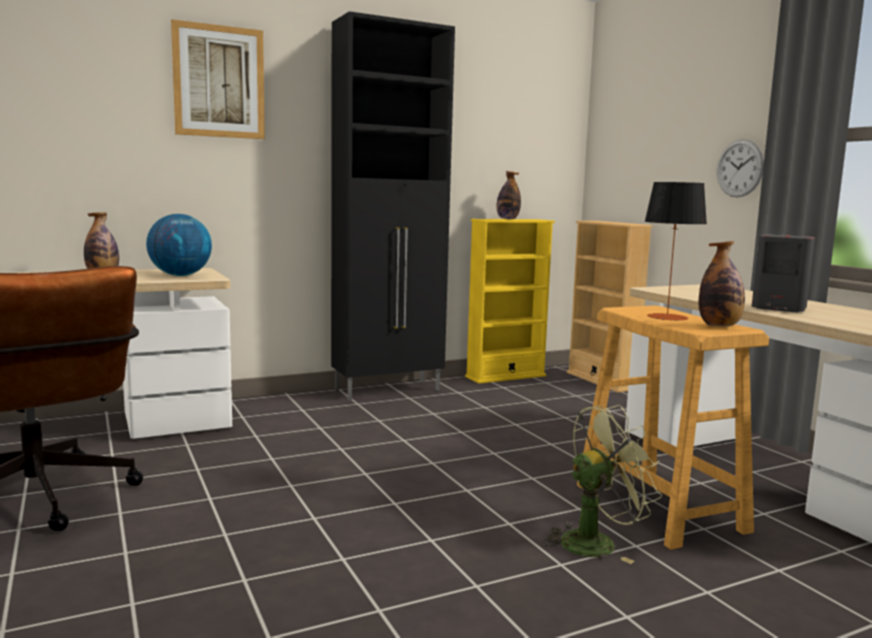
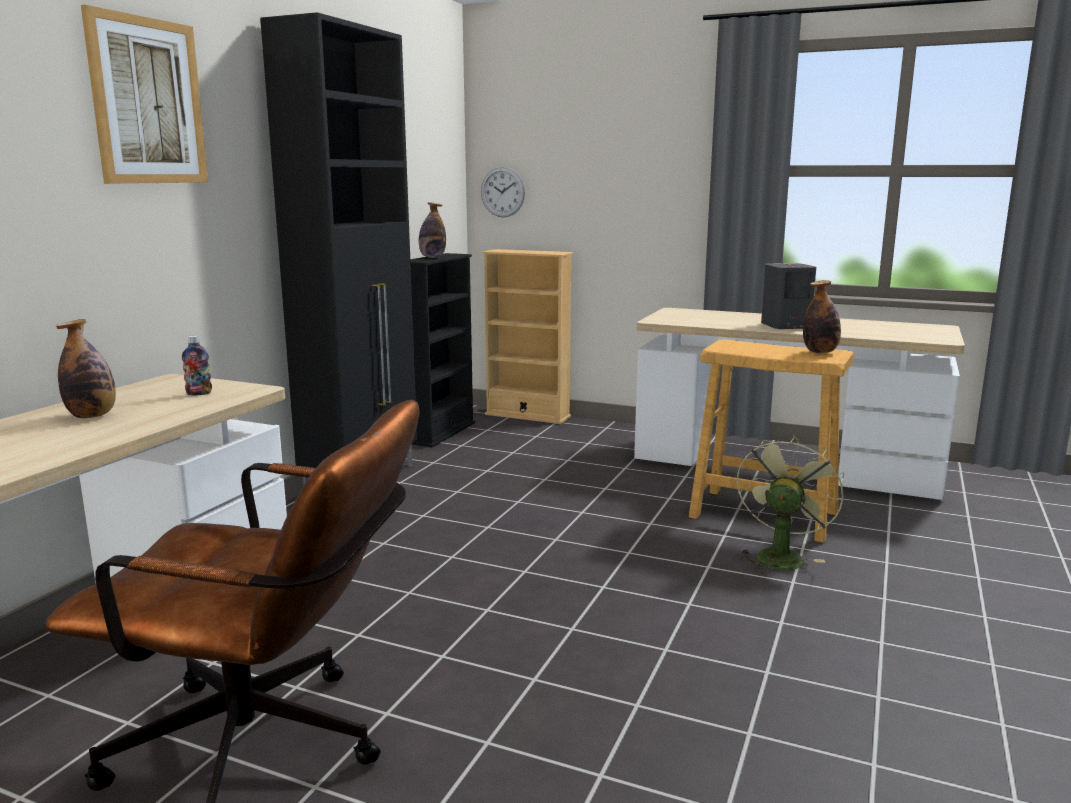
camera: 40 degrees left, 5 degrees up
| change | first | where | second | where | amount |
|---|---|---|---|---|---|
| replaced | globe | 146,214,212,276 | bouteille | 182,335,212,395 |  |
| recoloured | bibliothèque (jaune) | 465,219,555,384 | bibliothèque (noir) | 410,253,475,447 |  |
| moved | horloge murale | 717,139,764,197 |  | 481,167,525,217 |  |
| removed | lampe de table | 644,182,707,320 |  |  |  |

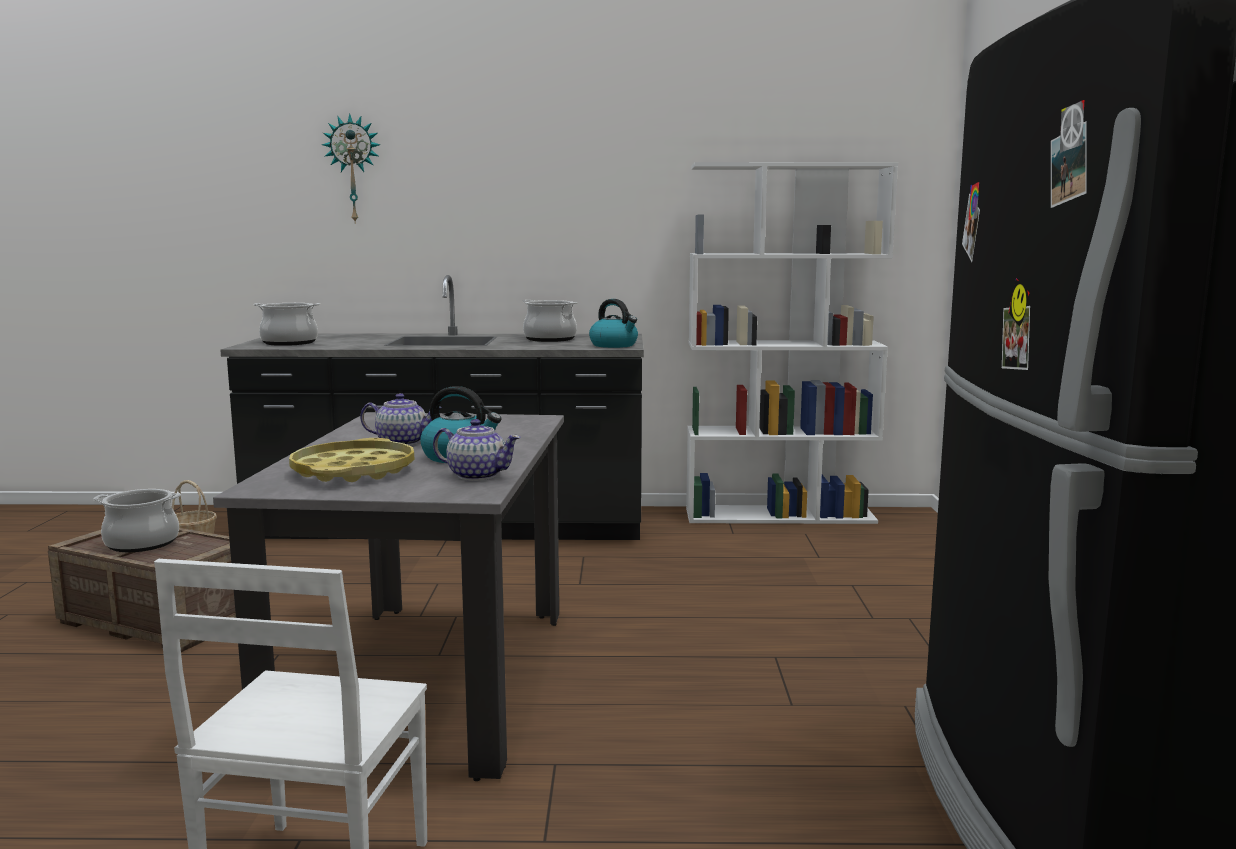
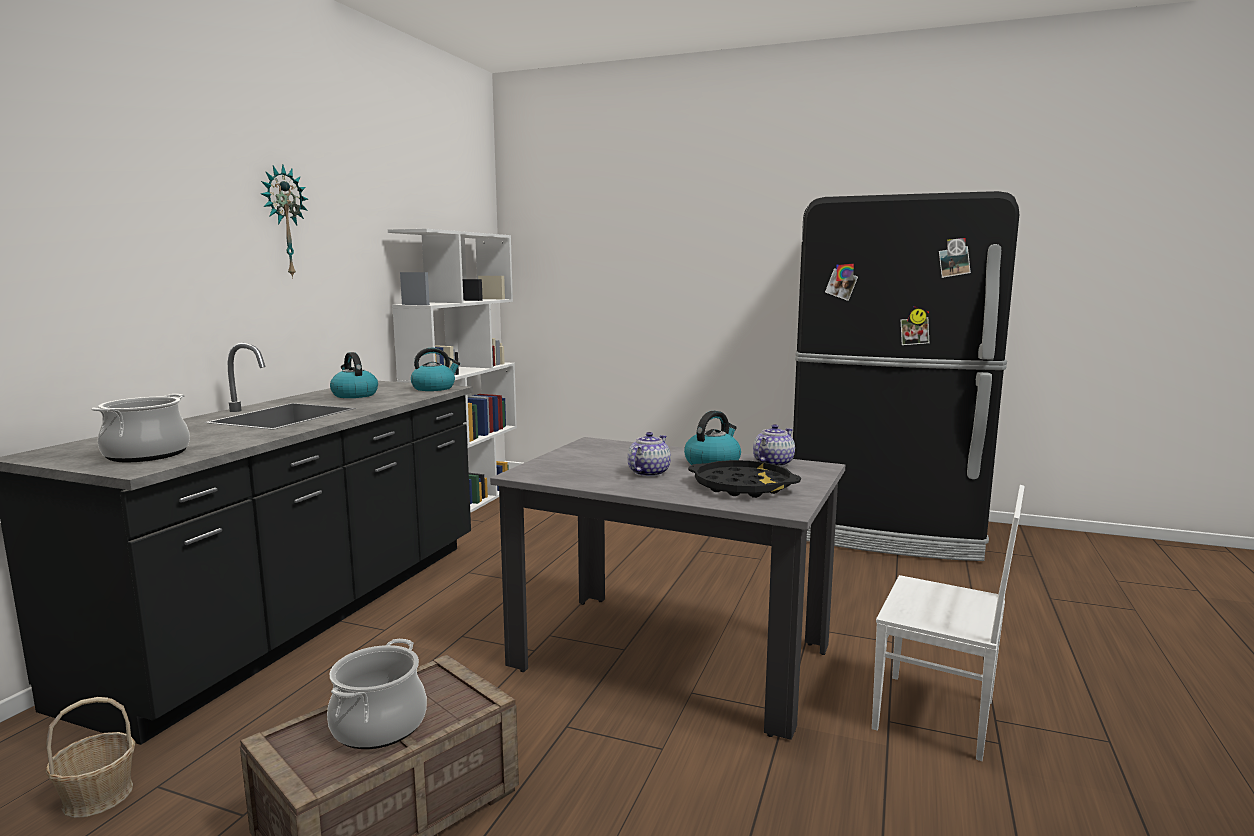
camera: 70 degrees left, 0 degrees up
| change | first | where | second | where | amount |
|---|---|---|---|---|---|
| moved | horloge murale | 322,113,381,224 |  | 261,164,308,278 |  |
| replaced | marmite | 522,300,578,342 | bouilloire | 330,352,378,398 |  |
| recoloured | plateau (jaune) | 289,438,414,482 | plateau (noir) | 688,460,801,498 |  |

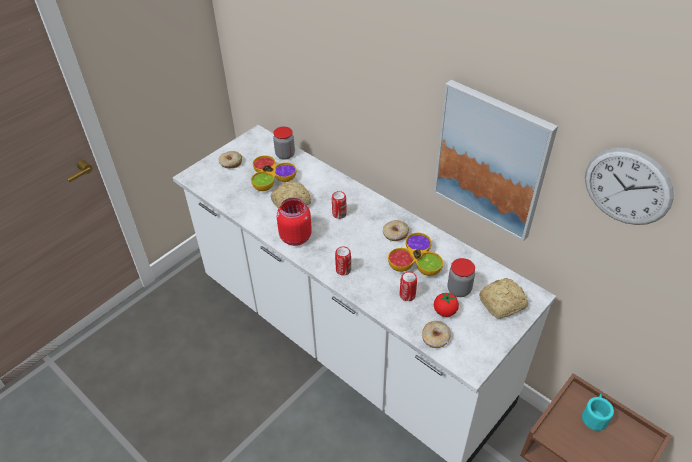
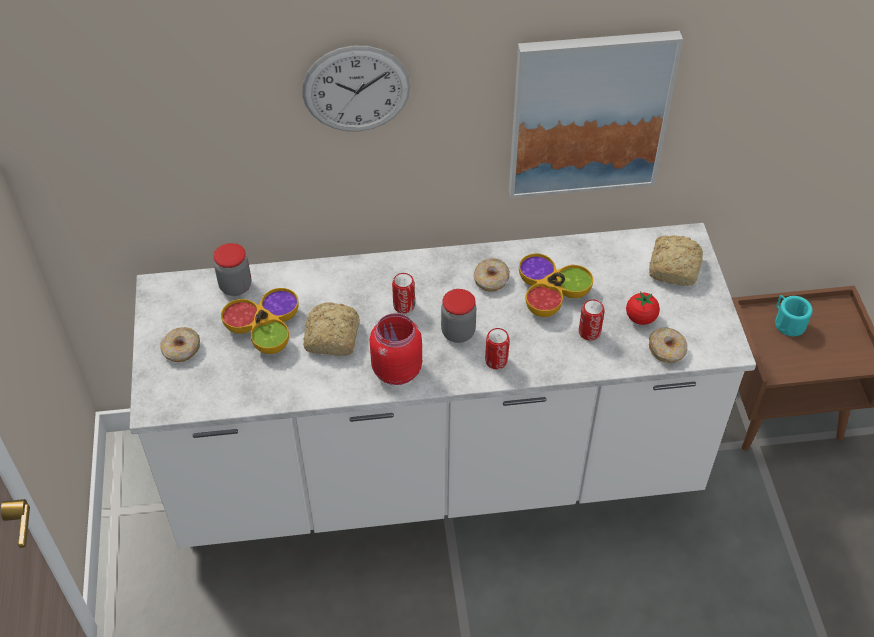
camera: 50 degrees left, 5 degrees up
| change | first | where | second | where | amount |
|---|---|---|---|---|---|
| moved | horloge murale | 585,148,674,225 |  | 302,45,410,131 |  |
| moved | bocal | 447,258,475,297 |  | 441,289,476,343 |  |

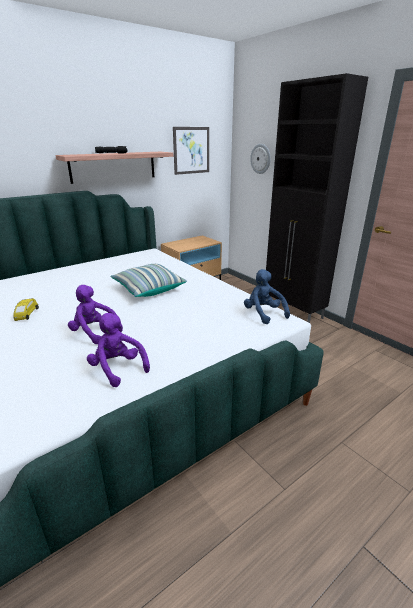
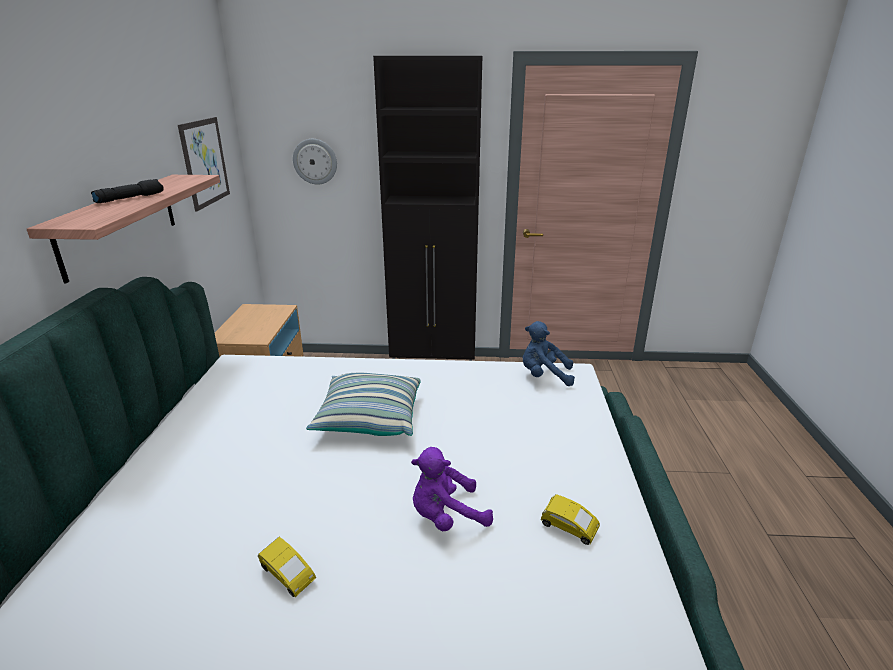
camera: 50 degrees left, 0 degrees up
| change | first | where | second | where | amount |
|---|---|---|---|---|---|
| replaced | peluche (violet) | 87,313,150,387 | petite voiture (jaune) | 541,494,600,545 |  |

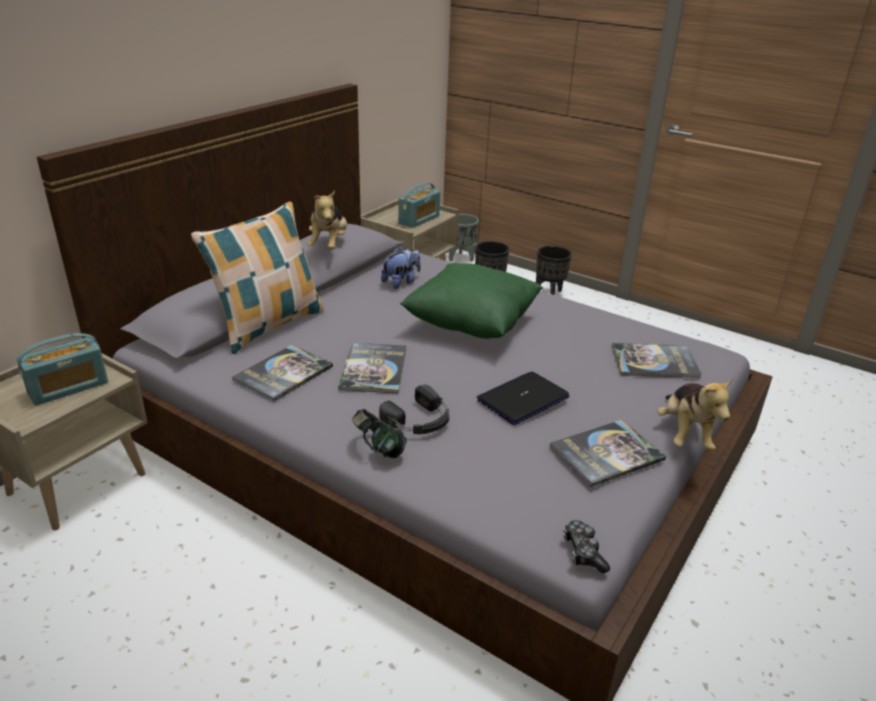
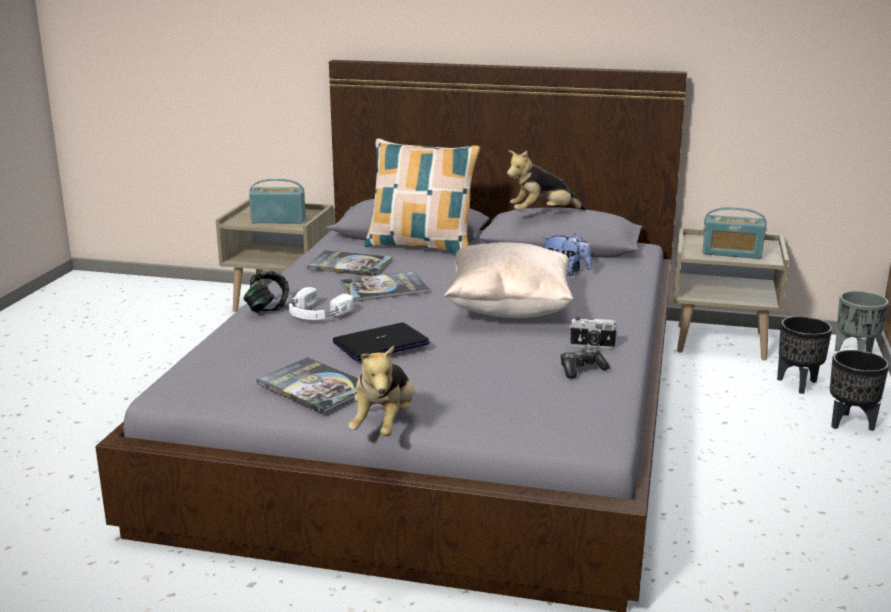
camera: 70 degrees right, 10 degrees down
| change | first | where | second | where | amount |
|---|---|---|---|---|---|
| turned | radio | 17,333,108,405 |  | 249,179,306,223 | 150 degrees clockwise |
| recoloured | casque audio (noir) | 379,385,449,434 | casque audio (blanc) | 289,287,353,320 |  |
| turned | ordinateur portable | 477,372,570,425 |  | 333,323,430,361 | 60 degrees counterclockwise |
| turned | peluche | 657,378,733,451 |  | 348,345,415,436 | 60 degrees counterclockwise |
| recoloured | coussin (vert) | 400,263,543,339 | coussin (beige) | 443,242,574,318 |  |
| moved | manette | 563,520,610,573 |  | 561,347,610,379 |  |
| added |  |  | appareil photo | 569,317,618,349 |  |
| removed | livre | 612,343,702,378 |  |  |  |

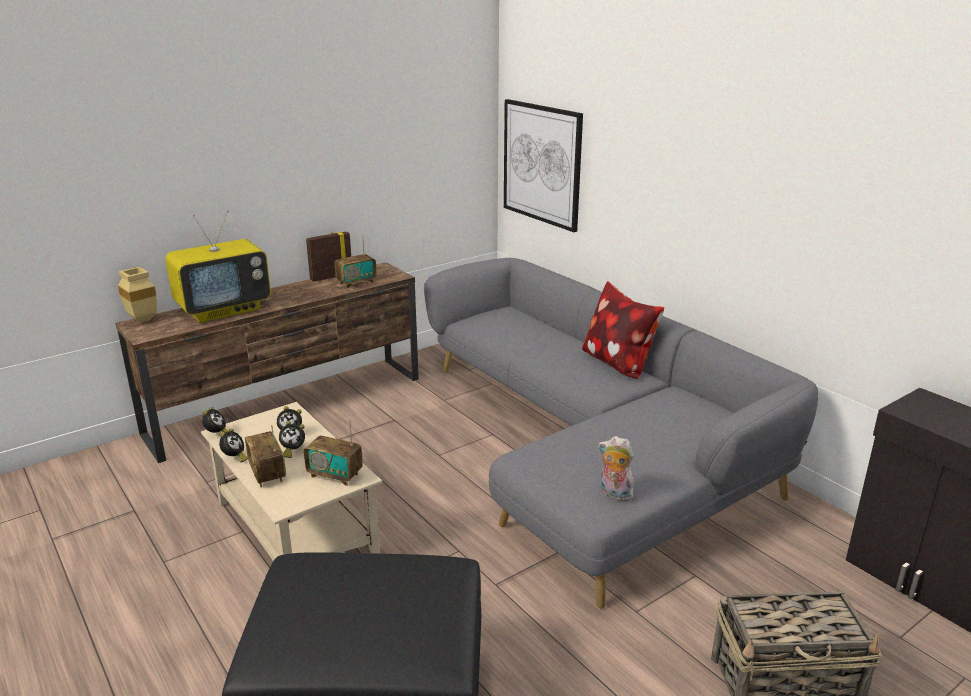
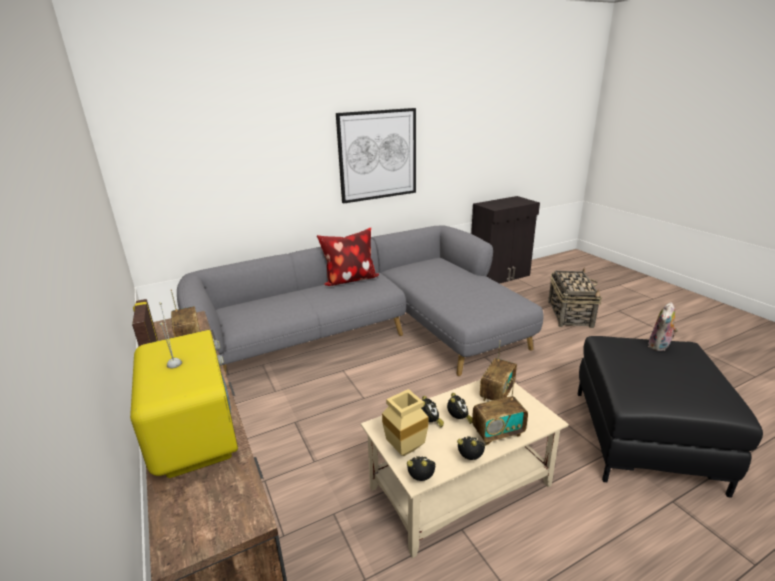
camera: 80 degrees left, 0 degrees up
| change | first | where | second | where | amount |
|---|---|---|---|---|---|
| moved | tableau | 504,99,583,232 |  | 336,108,416,204 |  |
| moved | vase (beige) | 118,267,157,323 |  | 382,389,428,456 |  |
| moved | peluche | 598,436,634,501 |  | 648,302,678,351 |  |

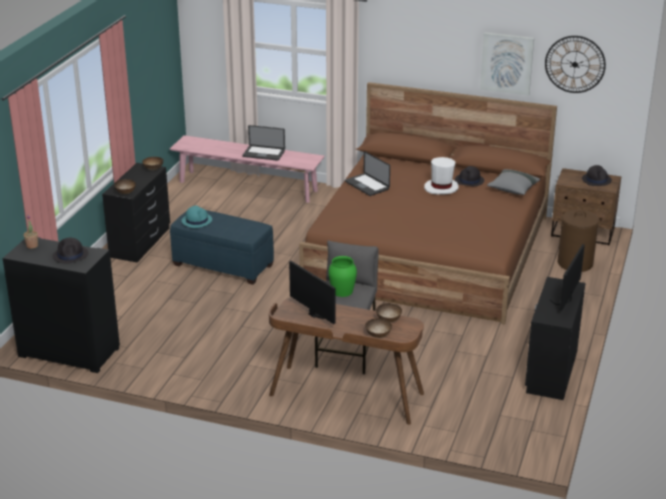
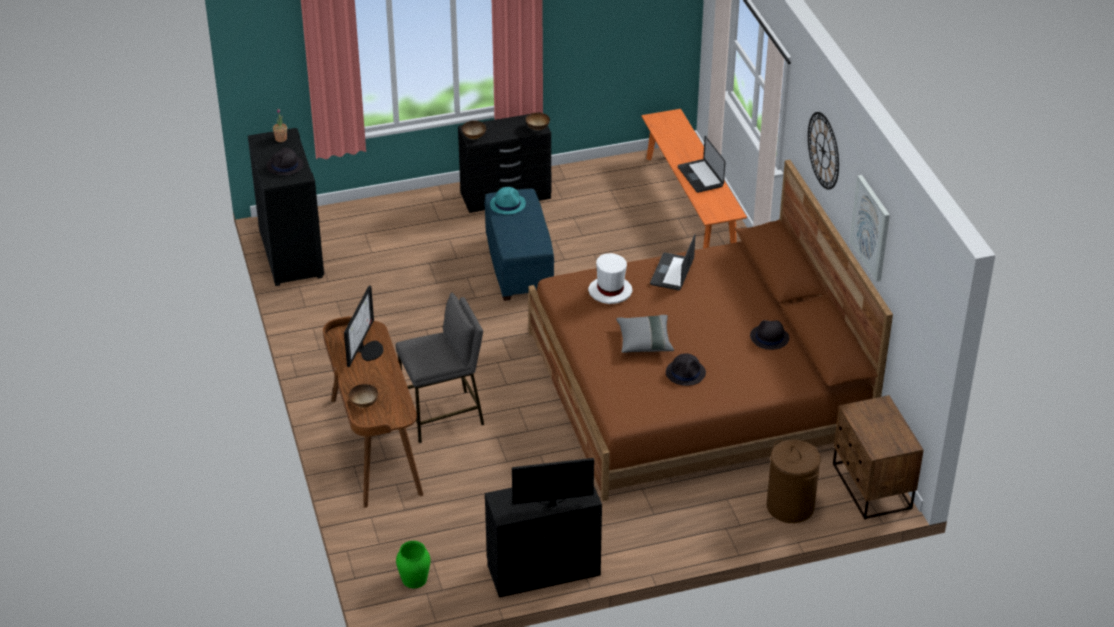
camera: 55 degrees right, 10 degrees up
| change | first | where | second | where | amount |
|---|---|---|---|---|---|
| moved | vase (vert) | 328,256,357,297 |  | 396,541,430,588 |  |
| moved | chapeau (blanc) | 424,157,459,195 |  | 588,253,632,304 |  |
| moved | coussin (gris) | 487,169,540,195 |  | 616,315,674,353 |  |
| recoloured | banc (rose) | 170,135,325,203 | banc (orange) | 641,109,747,248 |  |
| moved | chapeau (noir) | 582,165,612,186 |  | 666,353,706,386 |  |
| moved | horloge murale | 545,36,606,93 |  | 808,112,839,190 |  |
| removed | bol | 376,303,402,322 |  |  |  |

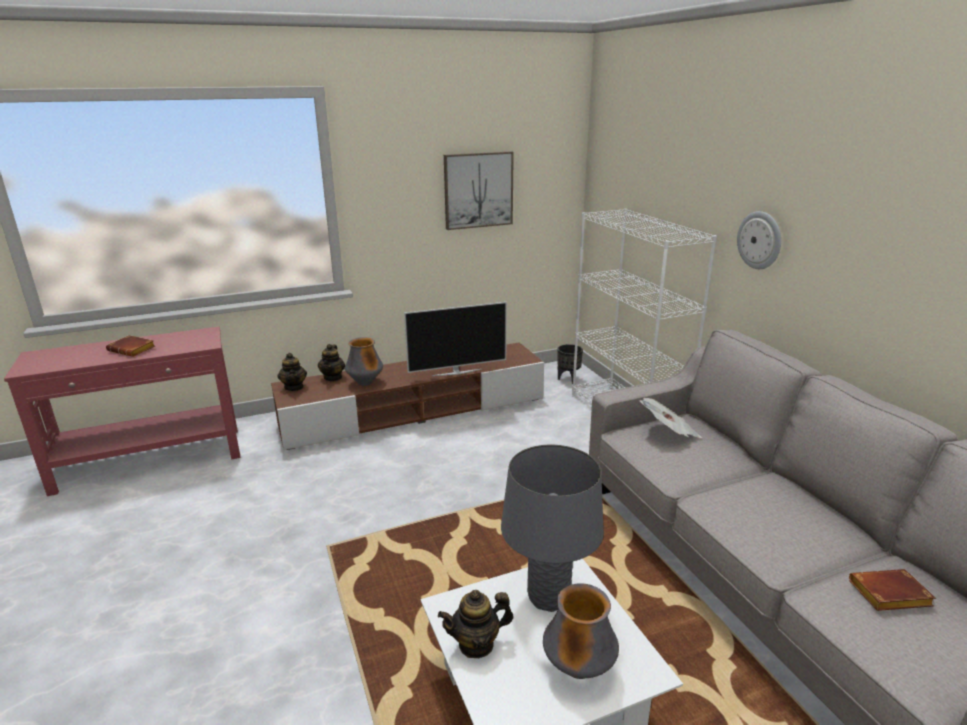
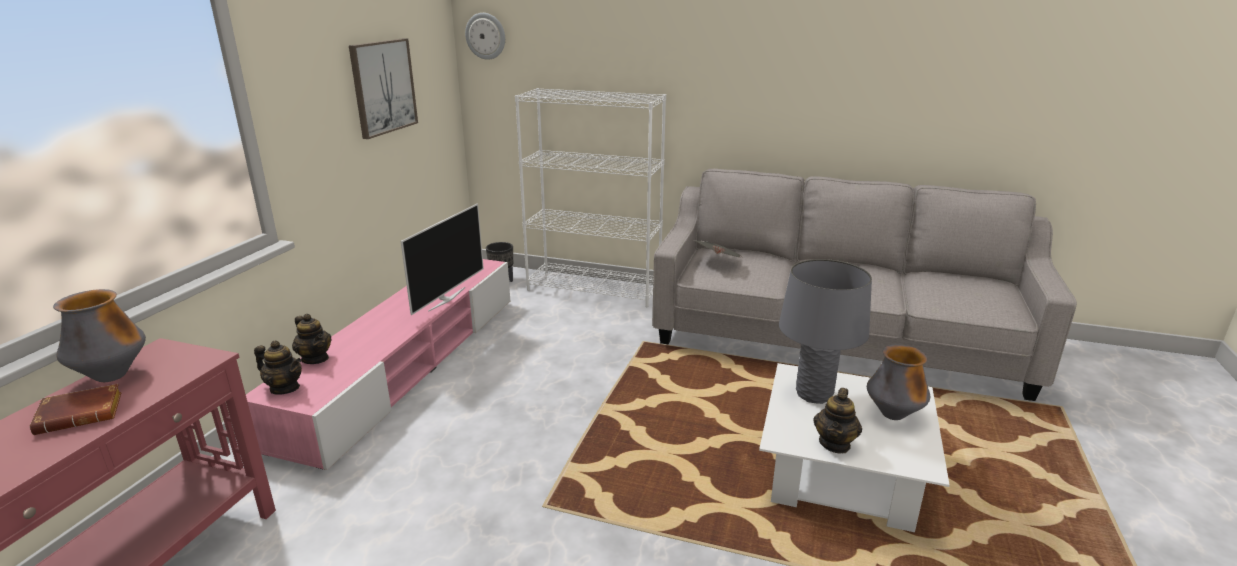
camera: 50 degrees left, 0 degrees up
| change | first | where | second | where | amount |
|---|---|---|---|---|---|
| moved | vase | 345,337,383,386 |  | 53,289,146,382 |  |
| recoloured | meuble télé (marron) | 271,342,544,450 | meuble télé (rose) | 246,259,510,470 |  |
| moved | horloge murale | 737,211,781,269 |  | 465,13,505,60 |  |
| removed | livre (marron) | 849,569,936,611 |  |  |  |

